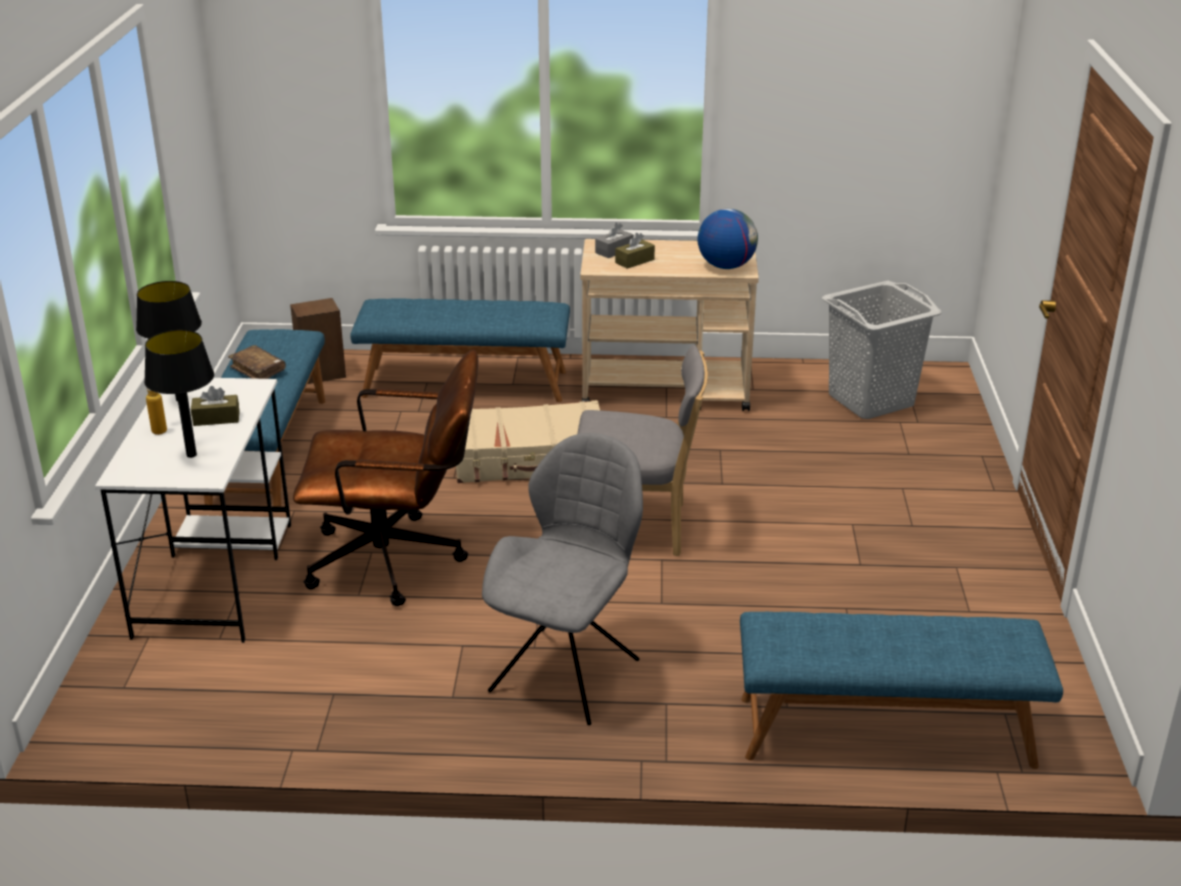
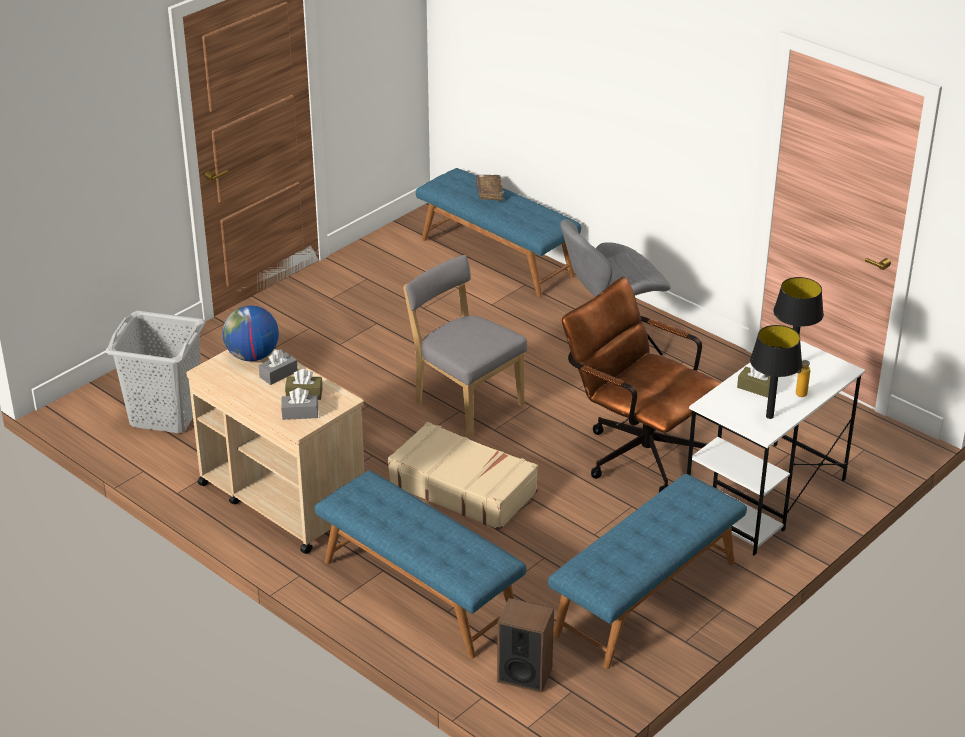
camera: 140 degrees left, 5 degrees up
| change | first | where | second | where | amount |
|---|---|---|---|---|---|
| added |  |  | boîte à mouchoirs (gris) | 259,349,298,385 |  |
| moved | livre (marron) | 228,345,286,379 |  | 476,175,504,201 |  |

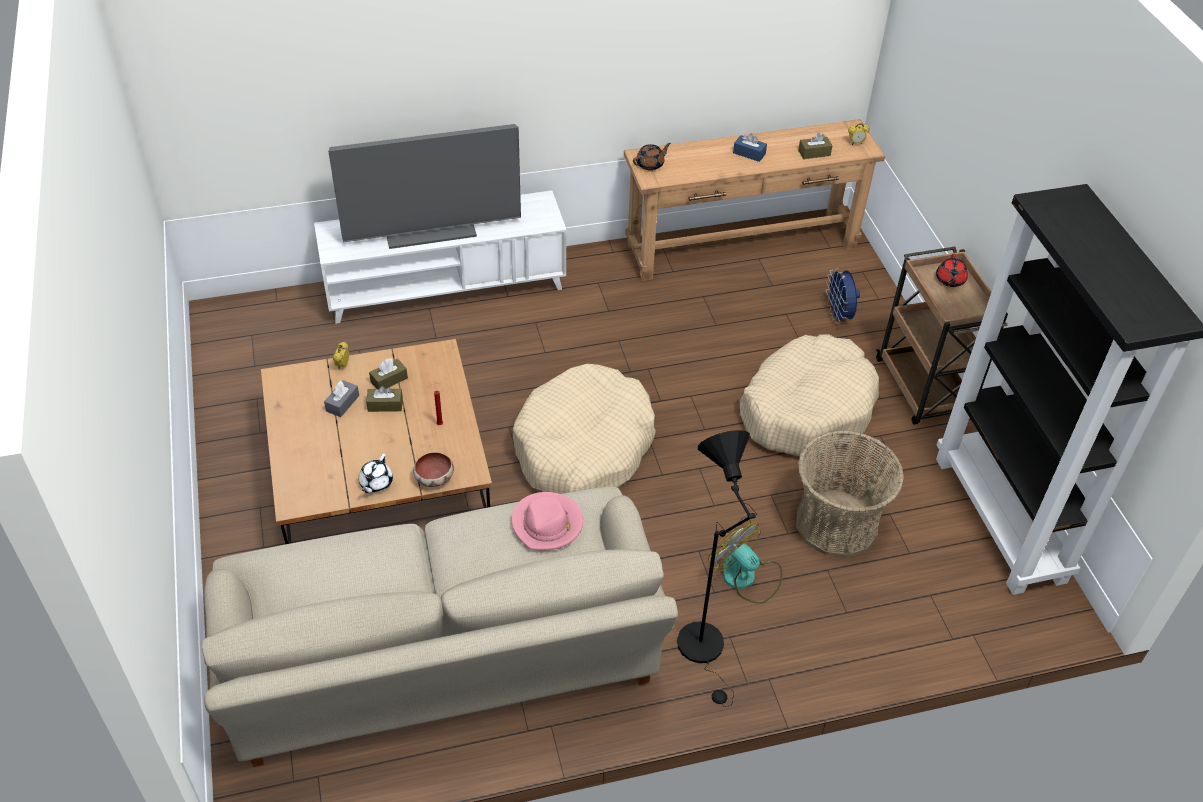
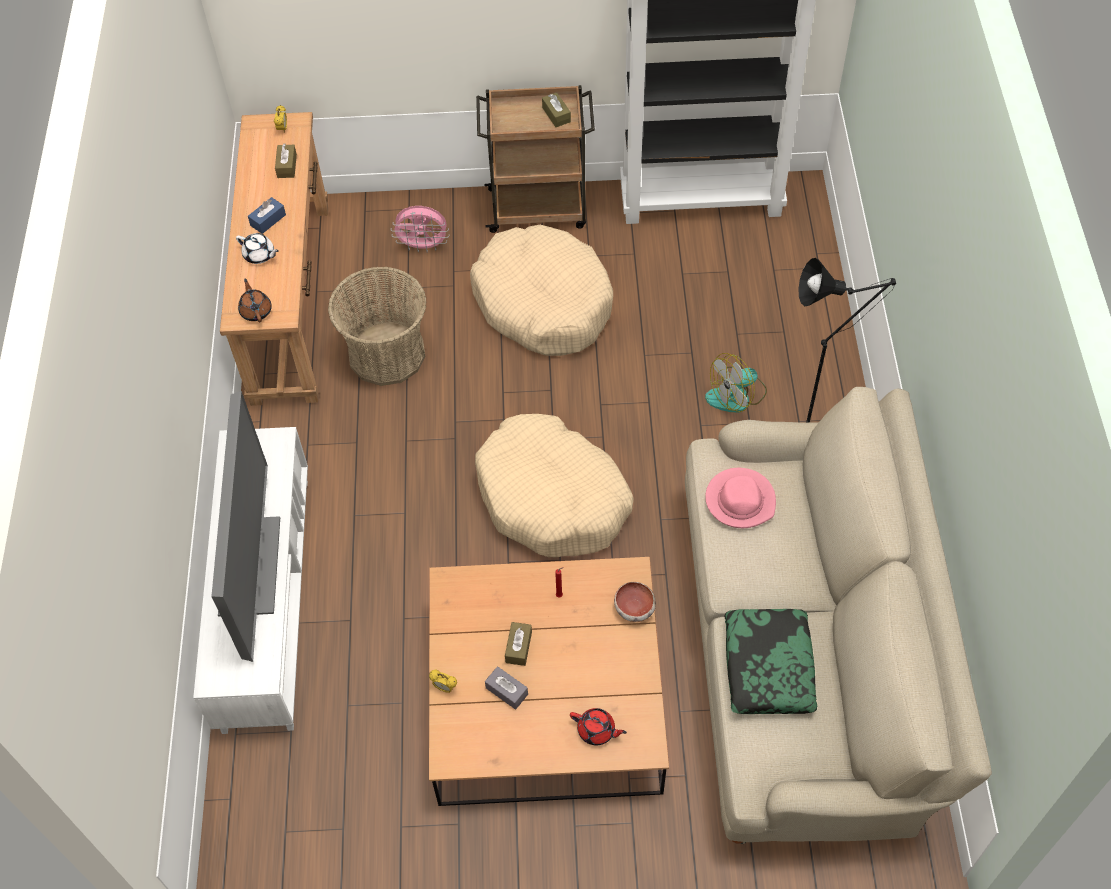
camera: 75 degrees left, 10 degrees up
| change | first | where | second | where | amount |
|---|---|---|---|---|---|
| moved | théière (blanc) | 359,454,393,493 |  | 236,233,279,264 |  |
| moved | panier | 796,431,904,558 |  | 328,266,427,386 |  |
| recoloured | ventilateur (bleu) | 826,269,860,323 | ventilateur (rose) | 391,206,449,253 |  |
| moved | boîte à mouchoirs (marron) | 369,358,408,389 |  | 542,92,571,127 |  |
| moved | théière (rouge) | 936,254,968,287 |  | 570,708,627,746 |  |
| added |  |  | coussin | 724,609,818,714 |  |

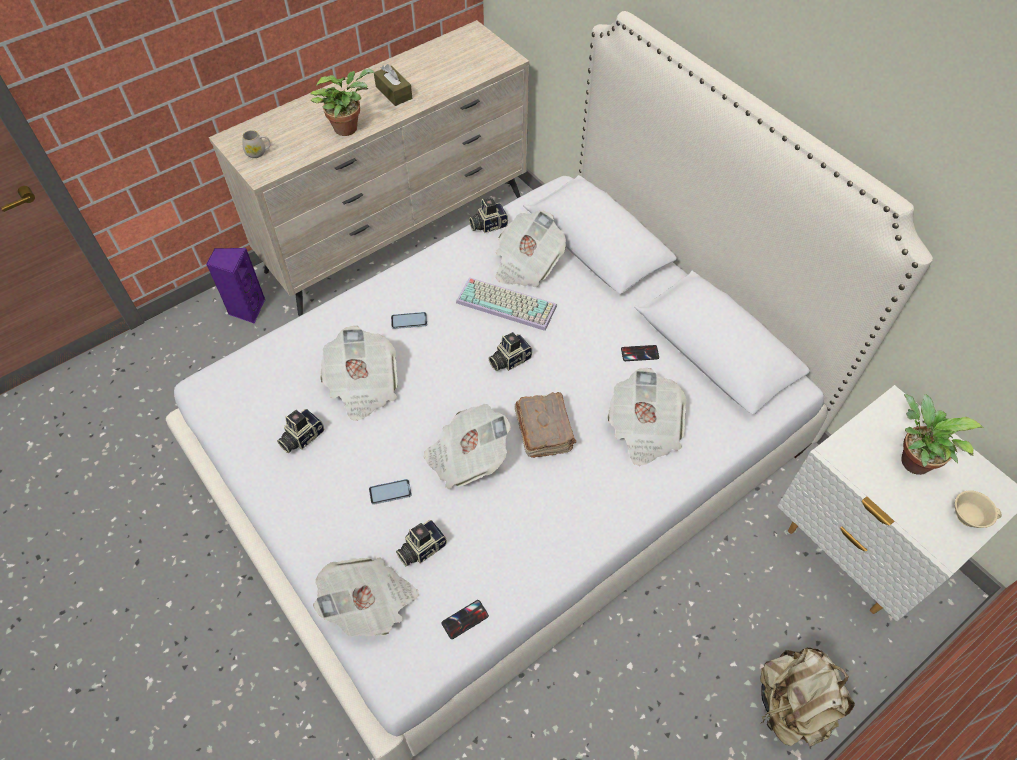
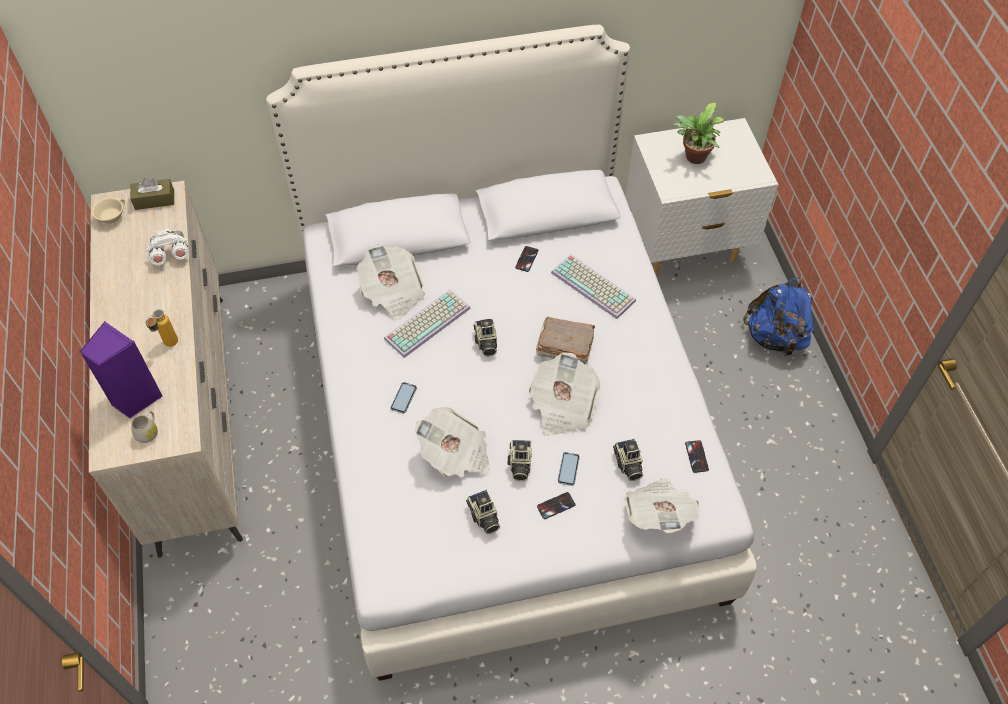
camera: 65 degrees left, 0 degrees up
| change | first | where | second | where | amount |
|---|---|---|---|---|---|
| moved | enceinte (violet) | 206,248,265,323 |  | 80,321,163,418 |  |
| moved | tasse (beige) | 955,490,1002,528 |  | 92,198,125,224 |  |
| moved | boîte à mouchoirs (marron) | 374,64,412,106 |  | 130,178,174,210 |  |
| replaced | plante en pot | 311,69,374,136 | bouteille | 145,309,178,347 |  |
| added |  |  | jumelles (blanc) | 146,229,189,265 |  |
| moved | appareil photo | 469,198,508,233 |  | 508,440,532,481 |  |
| added |  |  | téléphone | 537,492,575,519 |  |
| replaced | journal | 607,368,687,466 | clavier | 551,254,636,319 |  |
| recoloured | sac à dos (beige) | 760,648,855,746 | sac à dos (bleu) | 743,278,815,357 |  |

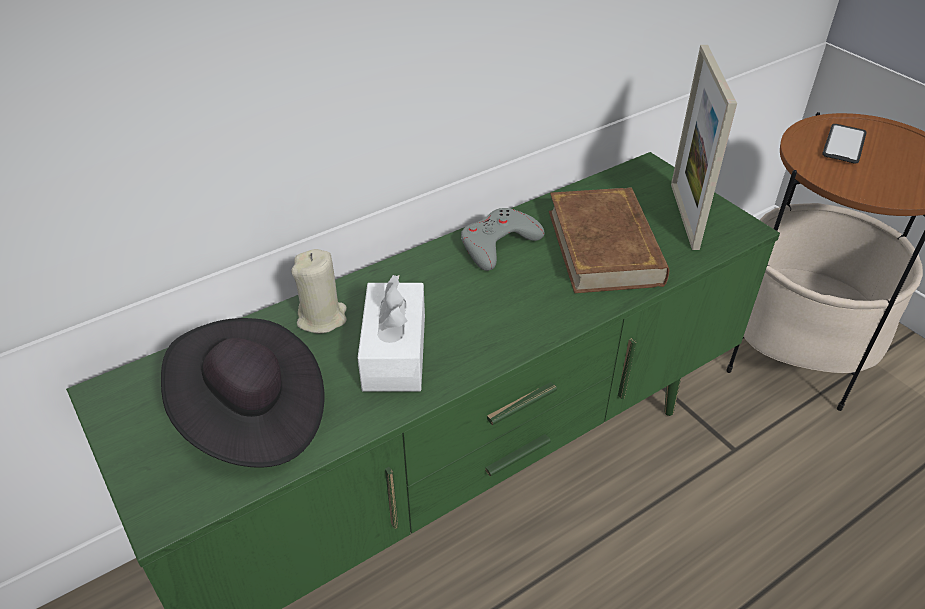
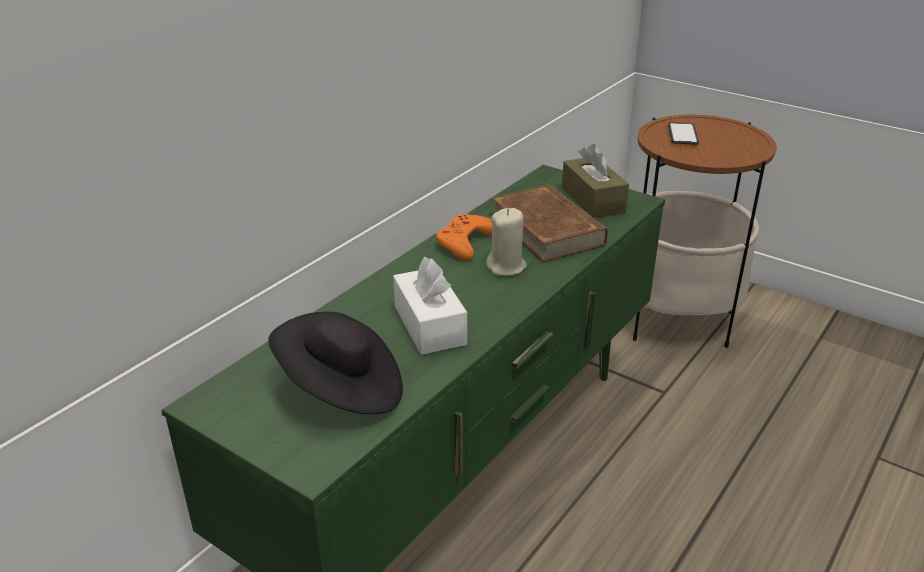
camera: 20 degrees left, 10 degrees down
| change | first | where | second | where | amount |
|---|---|---|---|---|---|
| recoloured | manette (gris) | 461,208,545,271 | manette (orange) | 436,214,492,261 |  |
| moved | bougie (beige) | 291,249,347,334 |  | 486,208,527,276 |  |
| replaced | cadre photo | 671,45,737,250 | boîte à mouchoirs (marron) | 562,144,629,218 |  |

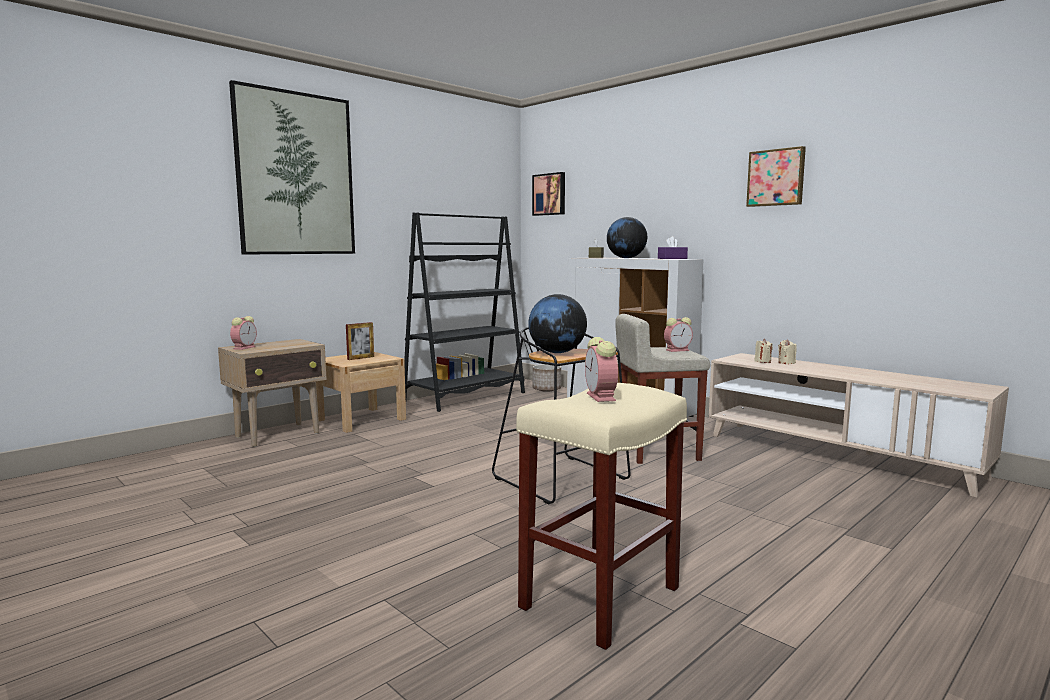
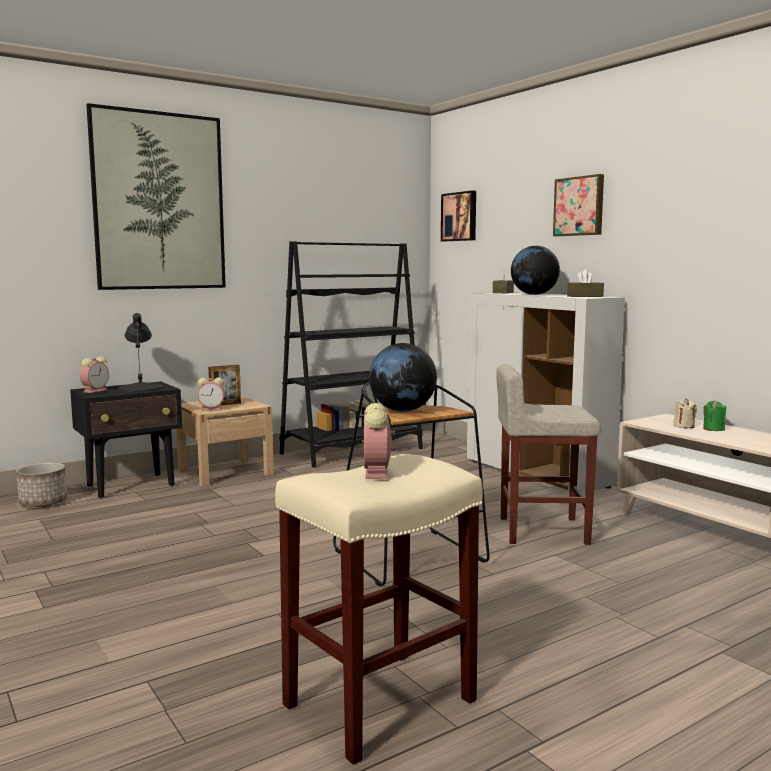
camera: 10 degrees right, 0 degrees up
| change | first | where | second | where | amount |
|---|---|---|---|---|---|
| moved | cache-pot | 533,364,561,392 |  | 16,462,67,507 |  |
| recoloured | table d'appoint (beige) | 218,339,327,447 | table d'appoint (noir) | 70,382,182,498 |  |
| added |  |  | lampe de table (noir) | 118,313,164,392 |  |
| moved | réveil | 664,317,693,352 |  | 197,377,225,411 |  |
| moved | tableau | 746,146,806,207 |  | 553,174,604,236 |  |
| recoloured | boîte à mouchoirs (violet) | 658,236,688,259 | boîte à mouchoirs (marron) | 567,269,604,297 |  |
| recoloured | bougie (beige) | 778,340,797,364 | bougie (vert) | 703,400,726,431 |  |

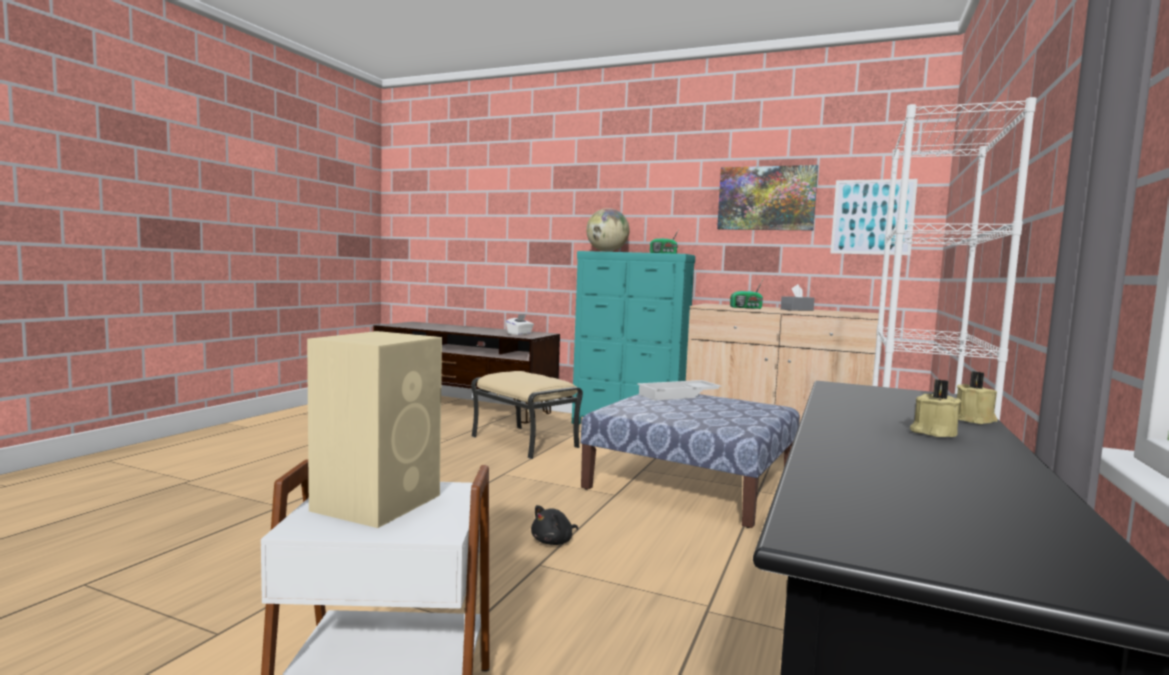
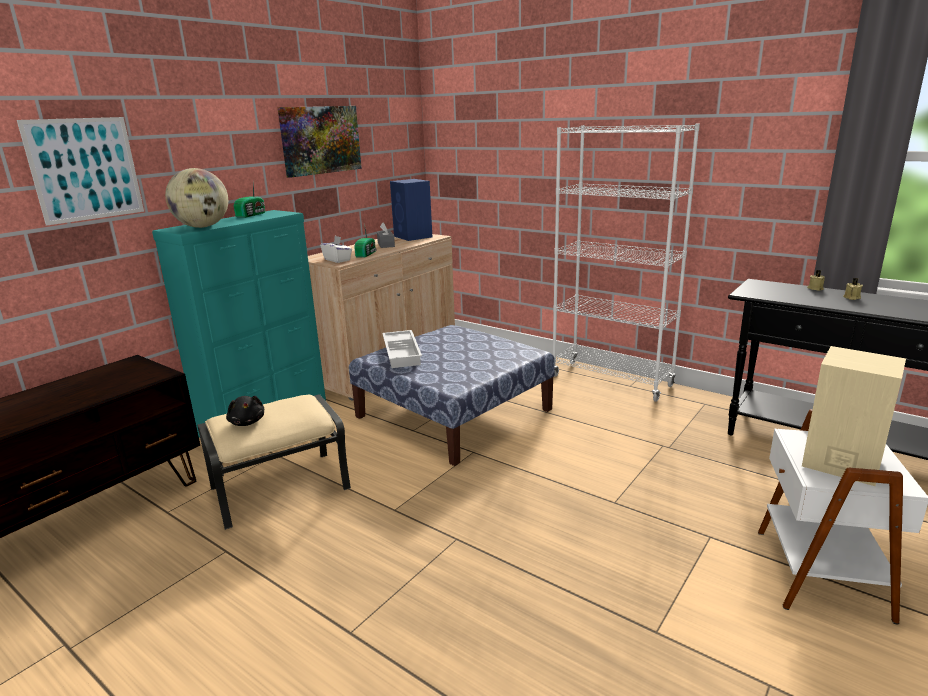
camera: 75 degrees left, 15 degrees up
| change | first | where | second | where | amount |
|---|---|---|---|---|---|
| moved | tableau | 830,179,918,255 |  | 17,117,144,226 |  |
| moved | peluche (noir) | 531,505,578,545 |  | 226,396,264,426 |  |
| moved | boîte à mouchoirs (blanc) | 506,314,534,335 |  | 320,236,352,263 |  |
| added |  |  | enceinte (bleu) | 390,179,432,241 |  |

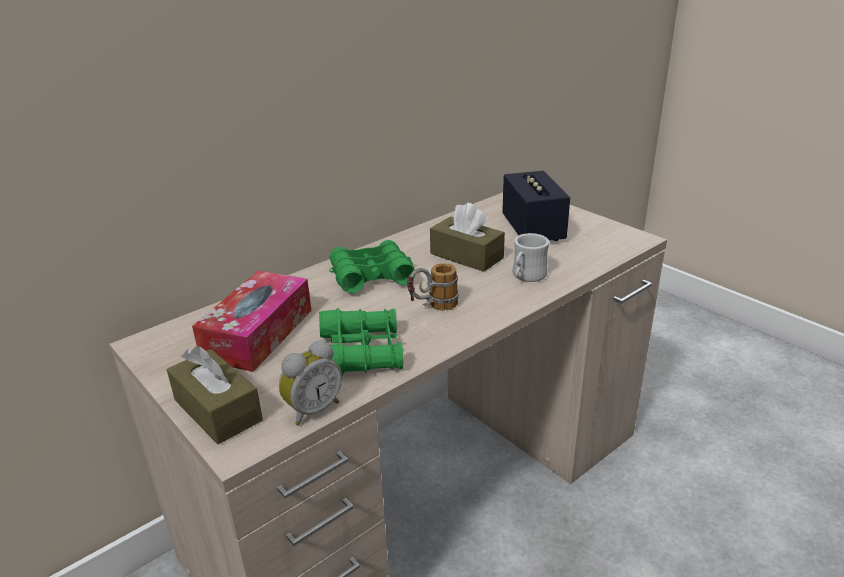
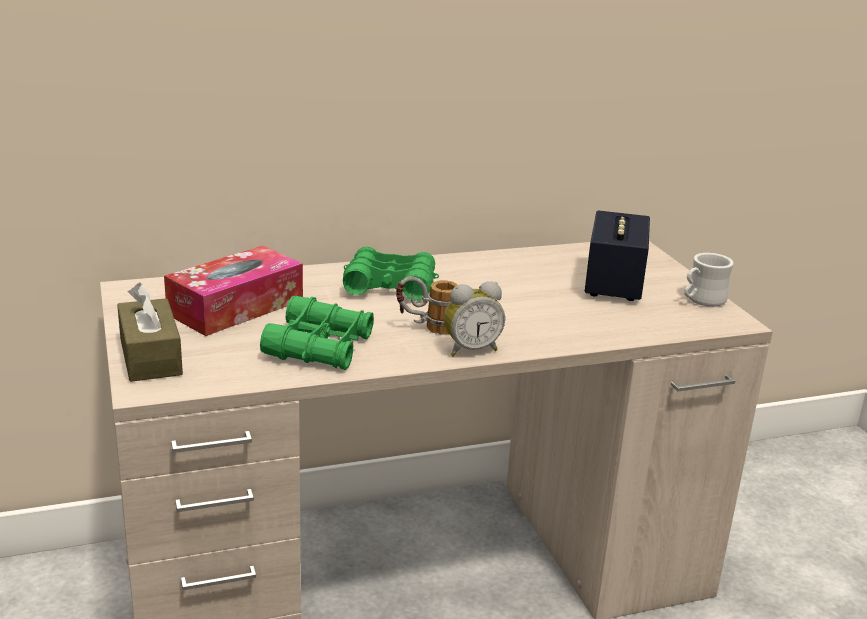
camera: 20 degrees right, 5 degrees down
| change | first | where | second | where | amount |
|---|---|---|---|---|---|
| moved | réveil | 279,340,342,426 |  | 444,281,505,357 |  |
| moved | mug (blanc) | 512,233,549,282 |  | 684,253,734,307 |  |
| removed | boîte à mouchoirs (marron) | 430,203,505,272 |  |  |  |

